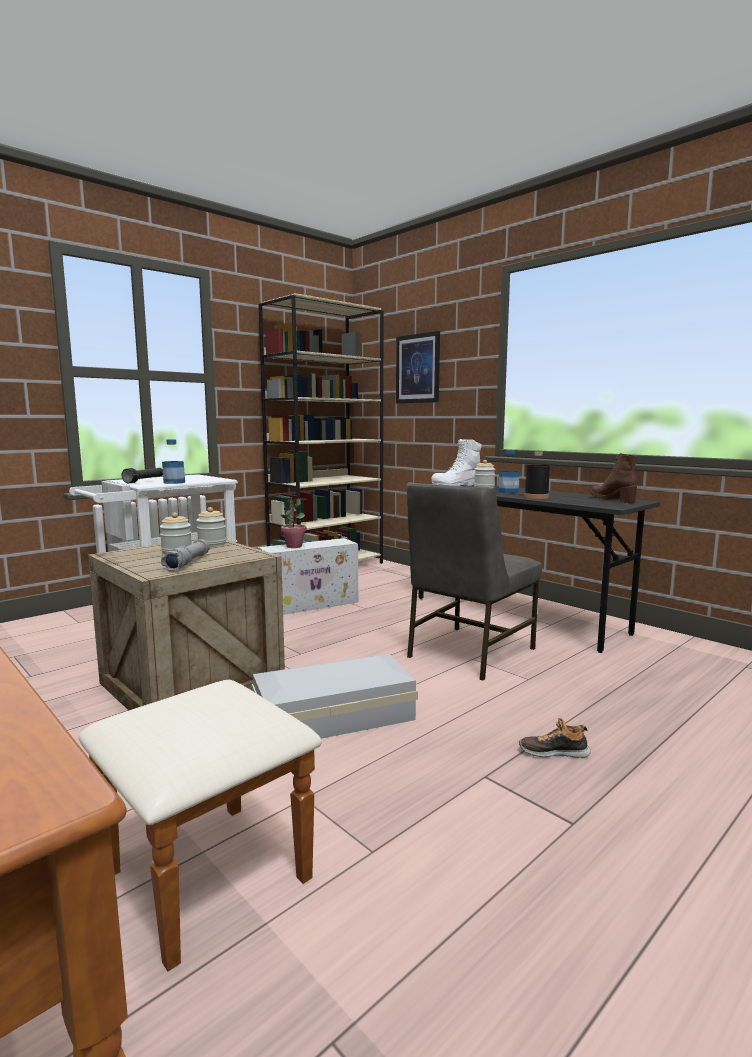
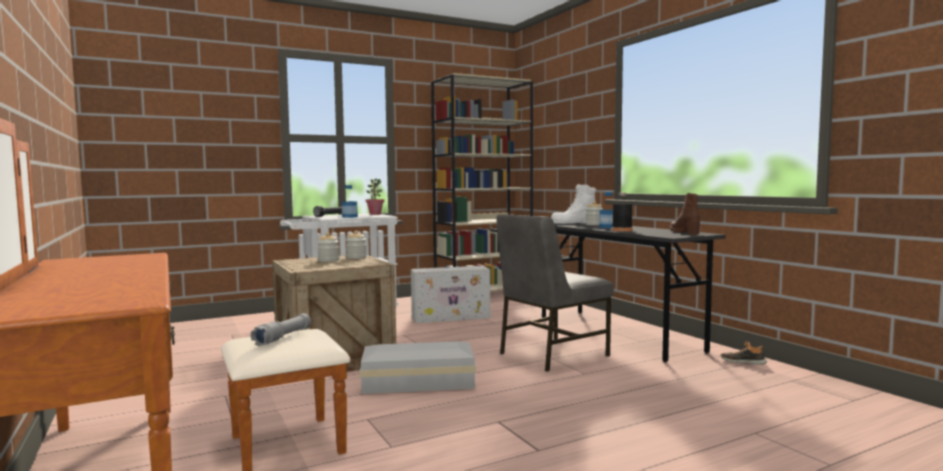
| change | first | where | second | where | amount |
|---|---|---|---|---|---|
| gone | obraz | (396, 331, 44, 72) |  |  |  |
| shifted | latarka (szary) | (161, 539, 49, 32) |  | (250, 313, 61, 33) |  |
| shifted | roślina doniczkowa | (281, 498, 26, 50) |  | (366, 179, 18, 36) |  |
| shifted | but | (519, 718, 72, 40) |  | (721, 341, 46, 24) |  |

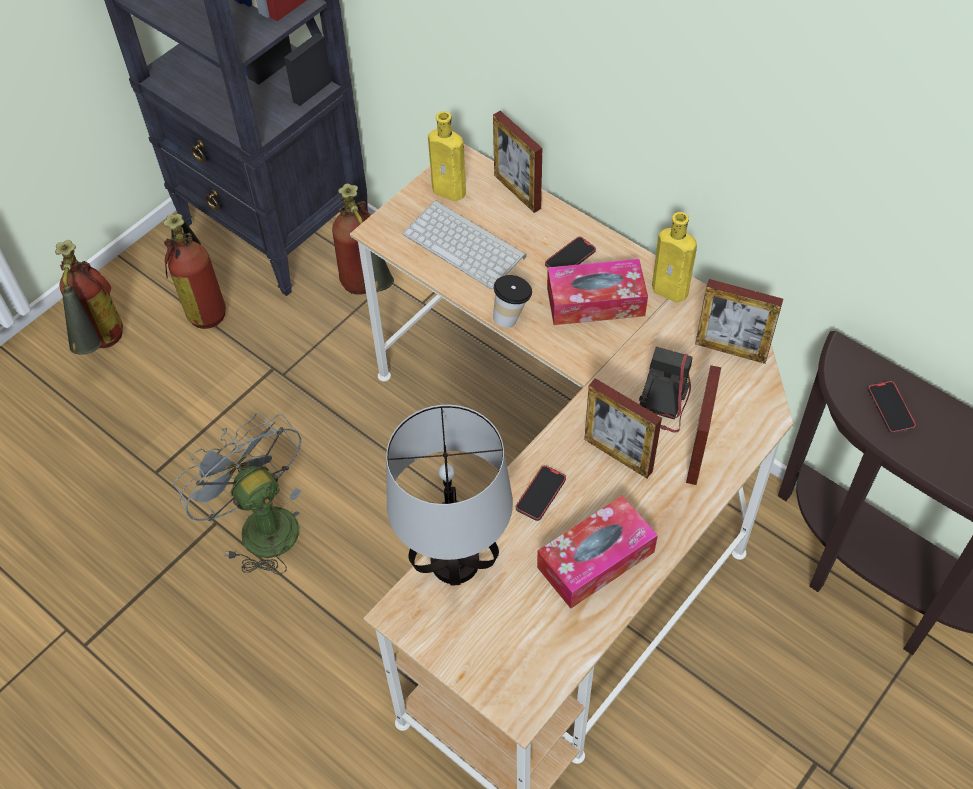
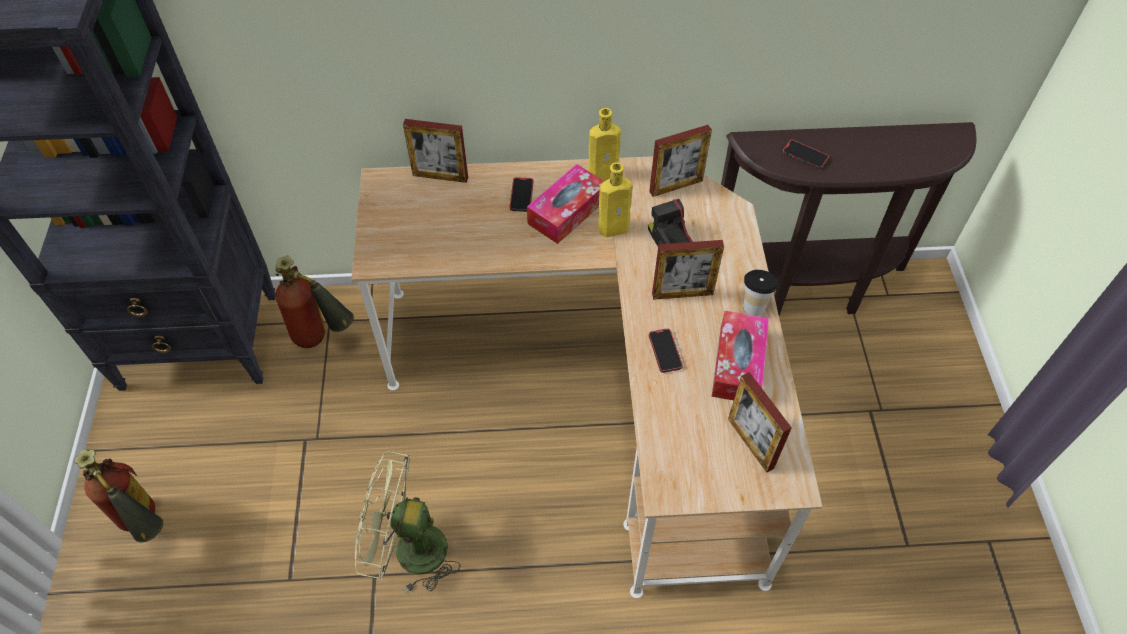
| change | first | where | second | where | amount |
|---|---|---|---|---|---|
| gone | gaśnica | (164, 213, 62, 116) |  |  |  |
| gone | lampa stołowa | (386, 405, 127, 181) |  |  |  |
| gone | klawiatura | (403, 200, 124, 89) |  |  |  |
| shifted | butelka (żółty) | (428, 111, 38, 90) |  | (598, 162, 35, 75) |  |
| shifted | filiżanka | (493, 275, 39, 53) |  | (743, 270, 36, 46) |  |
| shifted | ramka na zdjęcie | (686, 365, 35, 120) |  | (728, 372, 64, 101) |  |
| repainted | wentylator (szary) | (174, 413, 127, 162) | wentylator (zielony) | (355, 451, 105, 142) |  |

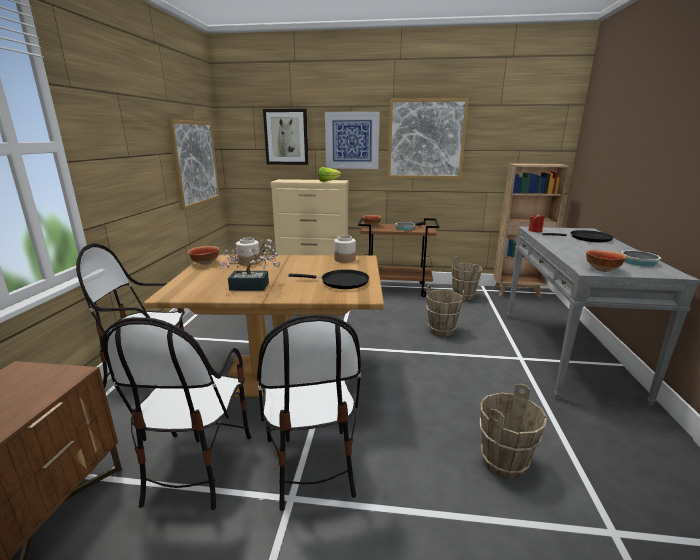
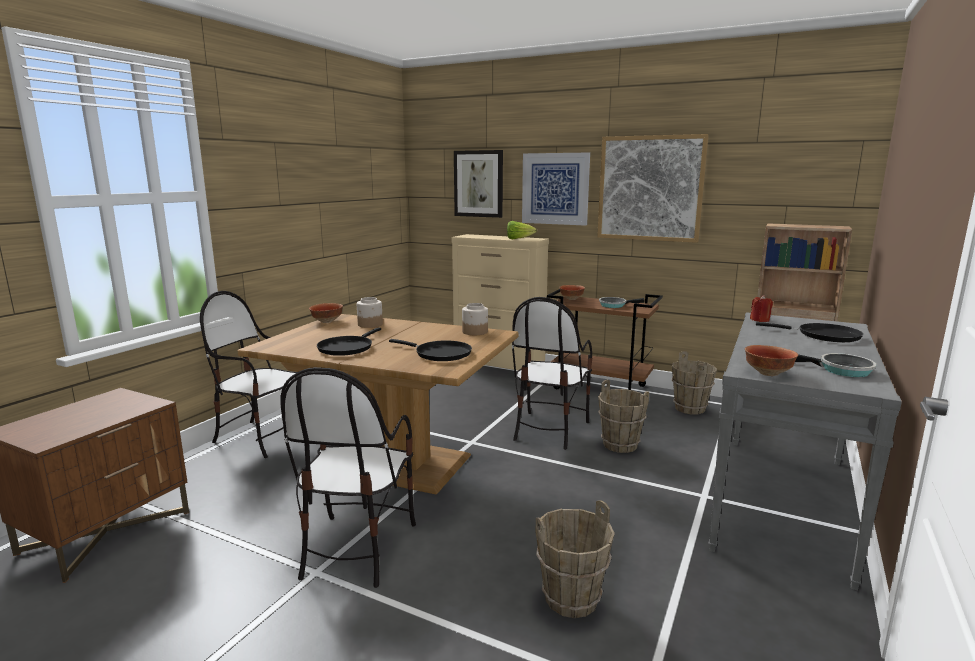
| change | first | where | second | where | amount |
|---|---|---|---|---|---|
| gone | obraz | (167, 119, 53, 91) |  |  |  |
| shifted | krzesło | (102, 317, 149, 193) |  | (512, 297, 80, 153) |  |
| swapped | roślina doniczkowa | (219, 239, 61, 52) | patelnia (czarny) | (317, 327, 64, 29) |  |

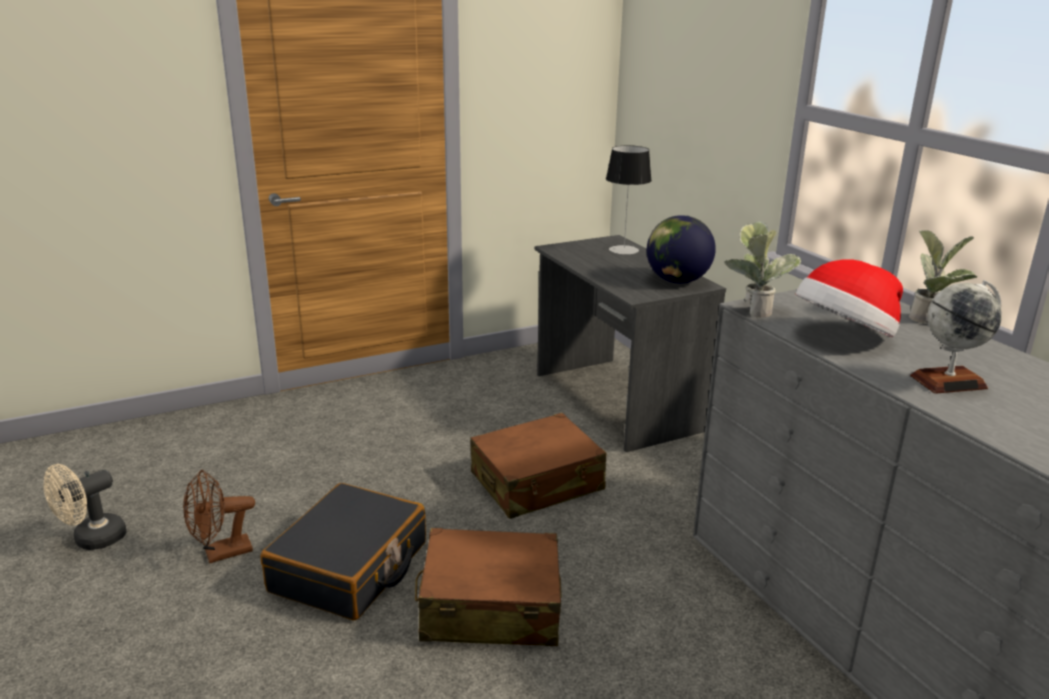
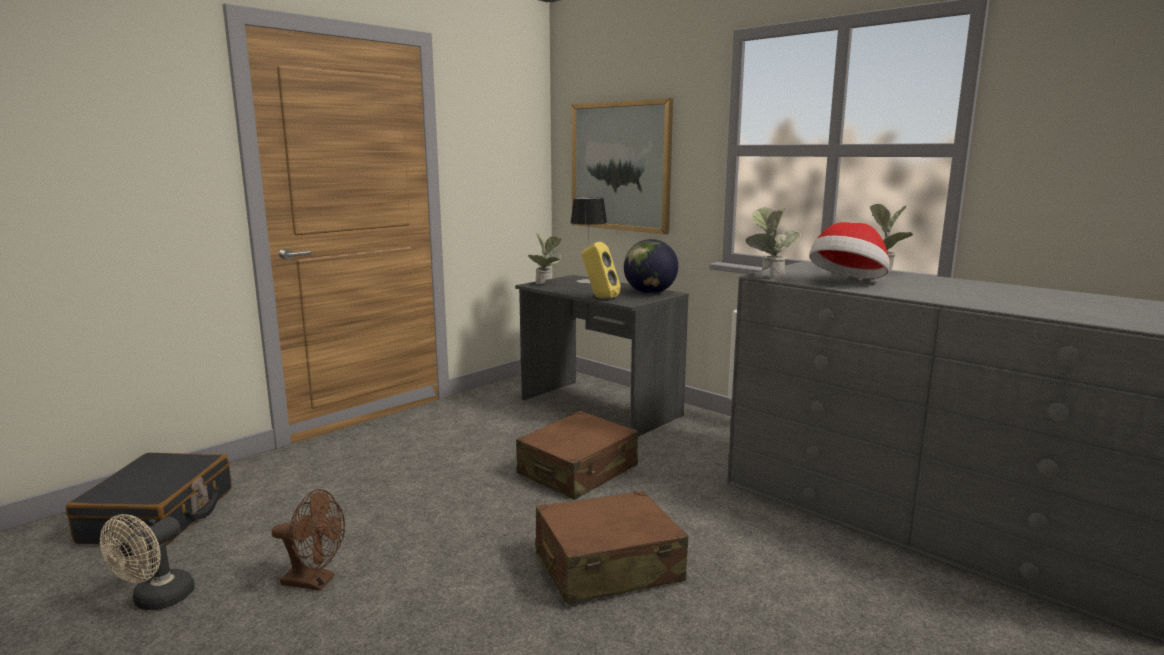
| change | first | where | second | where | amount |
|---|---|---|---|---|---|
| gone | globus | (910, 280, 92, 114) |  |  |  |
| new |  |  | roślina doniczkowa | (528, 233, 33, 51) |  |
| new |  |  | obraz | (572, 98, 101, 136) |  |
| new |  |  | głośnik (żółty) | (582, 242, 39, 57) |  |
| shifted | walizka (czarny) | (261, 483, 165, 138) |  | (66, 453, 166, 92) |  |
| rotated | wentylator (brązowy) | (183, 470, 72, 93) |  | (271, 489, 74, 102) | 120 degrees counterclockwise |

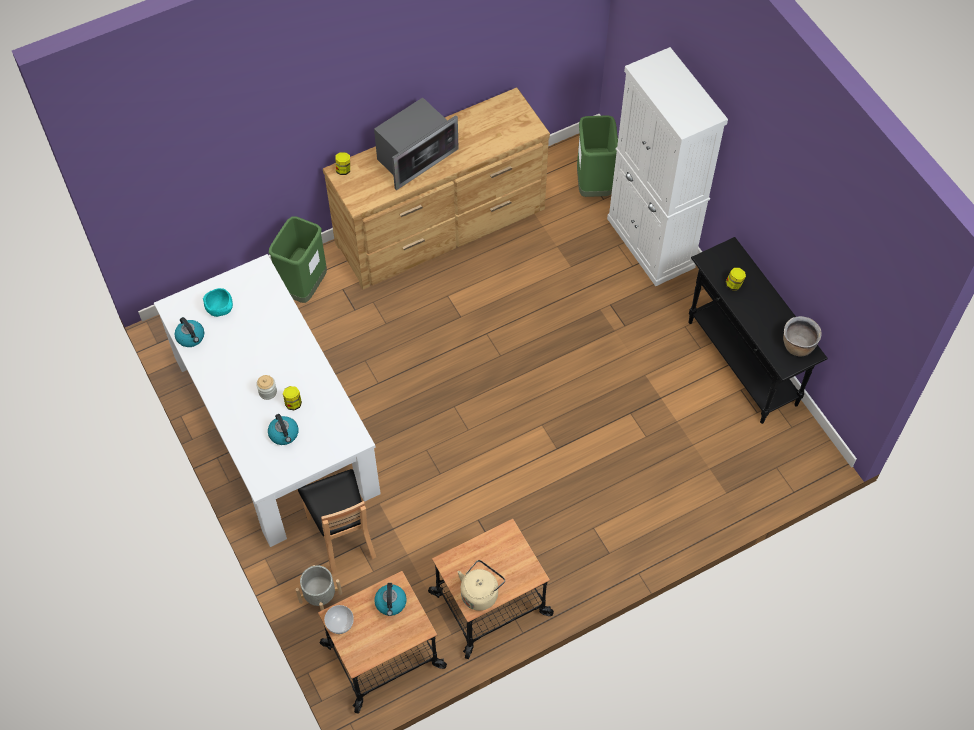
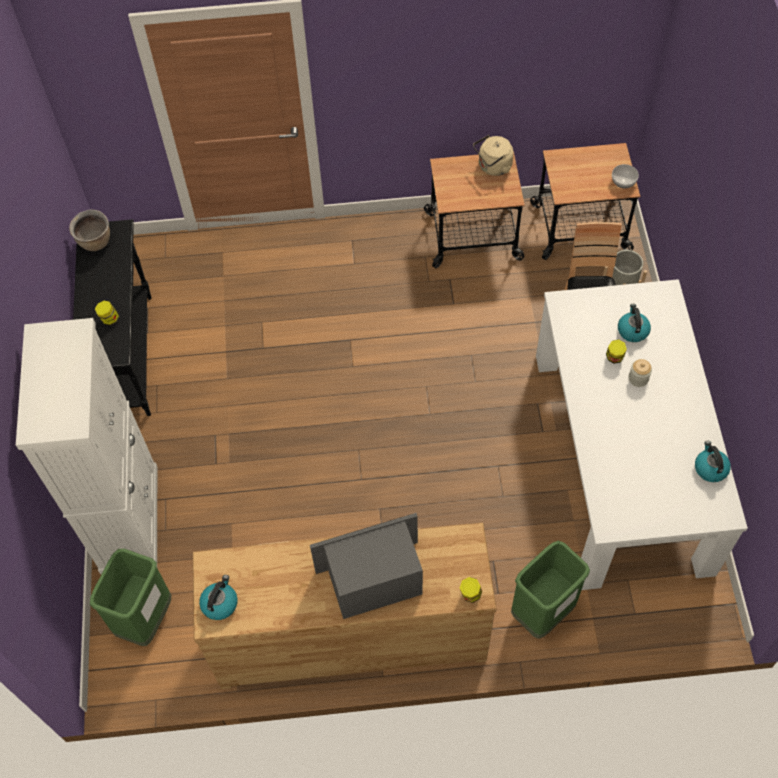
| change | first | where | second | where | amount |
|---|---|---|---|---|---|
| gone | miska (turkusowy) | (203, 288, 30, 29) |  |  |  |
| shifted | czajnik | (374, 583, 33, 33) |  | (199, 575, 39, 45) |  |

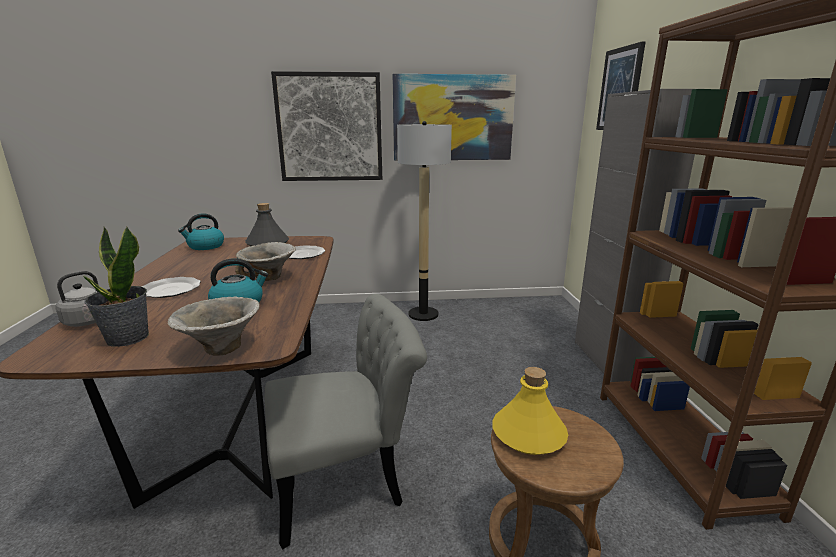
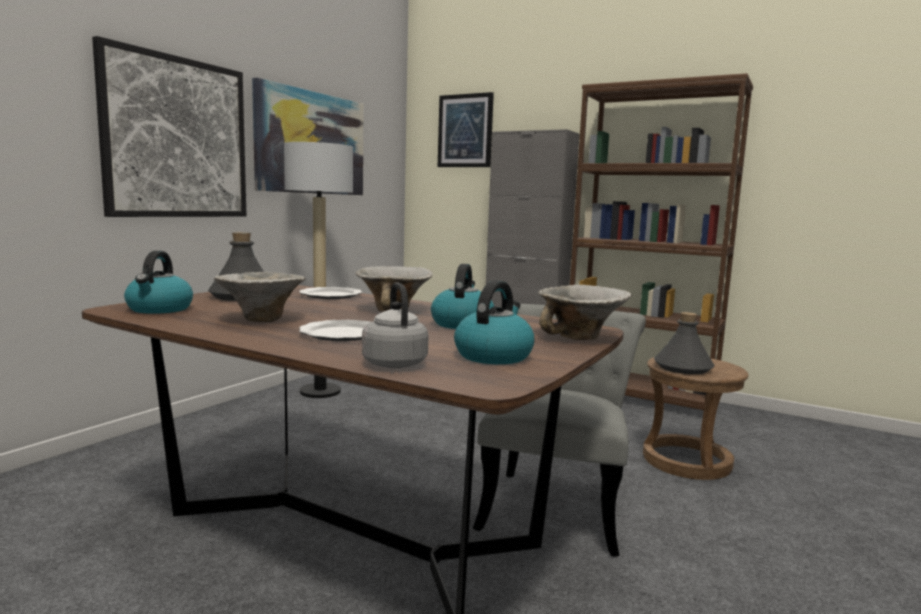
| change | first | where | second | where | amount |
|---|---|---|---|---|---|
| new |  |  | miska | (214, 272, 91, 50) |  |
| swapped | roślina doniczkowa | (83, 227, 66, 120) | czajnik | (454, 280, 80, 84) |  |
| repainted | butelka (żółty) | (492, 367, 76, 88) | butelka (szary) | (654, 312, 60, 62) |  |

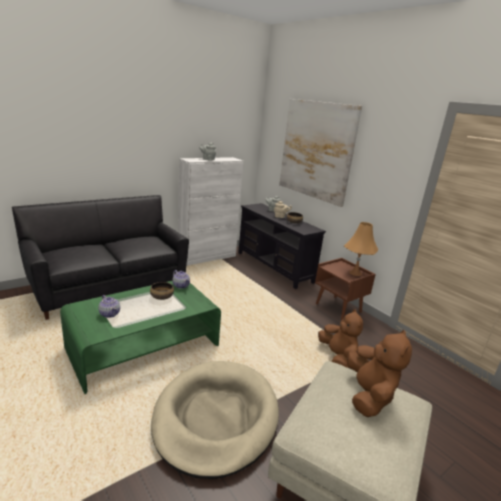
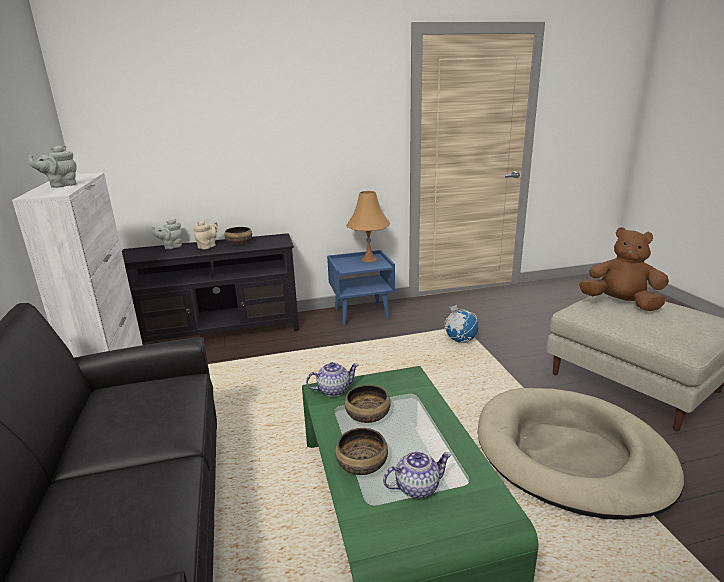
| change | first | where | second | where | amount |
|---|---|---|---|---|---|
| gone | obraz | (279, 99, 83, 108) |  |  |  |
| new |  |  | miska | (335, 428, 53, 47) |  |
| swapped | pluszak (brązowy) | (318, 309, 45, 59) | globus | (444, 305, 34, 38) |  |
| repainted | szafka nocna (brązowy) | (315, 258, 61, 62) | szafka nocna (niebieski) | (327, 250, 68, 75) |  |

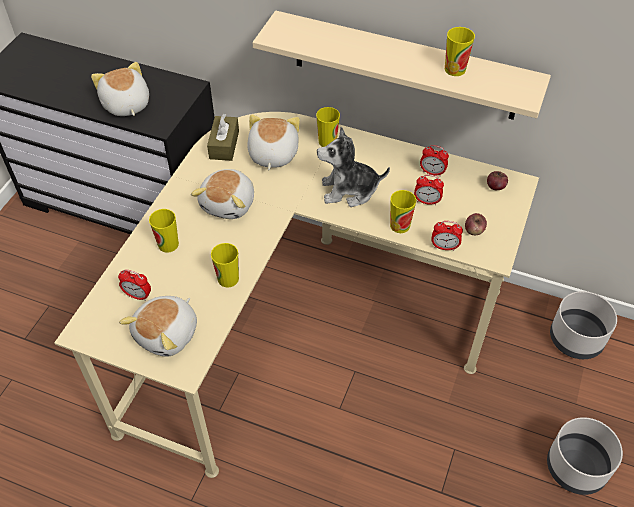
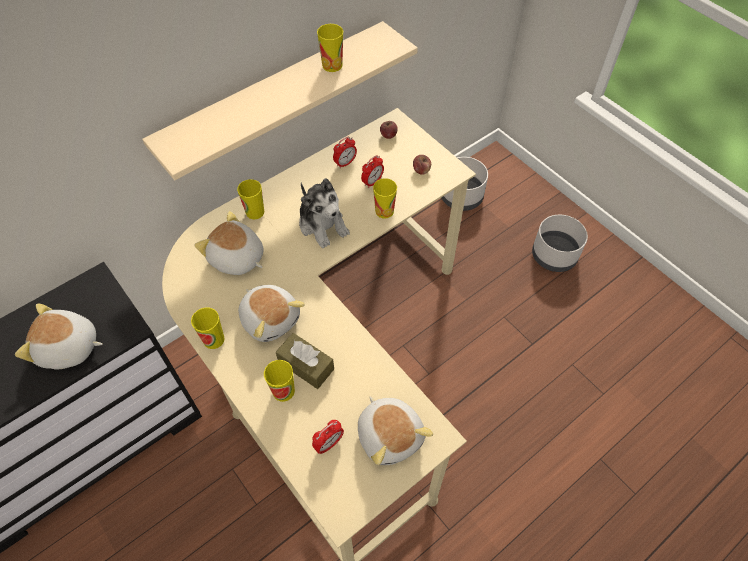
| change | first | where | second | where | amount |
|---|---|---|---|---|---|
| gone | budzik | (431, 221, 32, 30) |  |  |  |
| shifted | pudełko chusteczek (brązowy) | (207, 114, 32, 47) |  | (276, 333, 58, 56) |  |
| shifted | filiżanka | (211, 243, 28, 45) |  | (191, 308, 34, 41) |  |
| rotated | pluszak | (317, 127, 73, 80) |  | (299, 178, 51, 70) | 60 degrees counterclockwise |

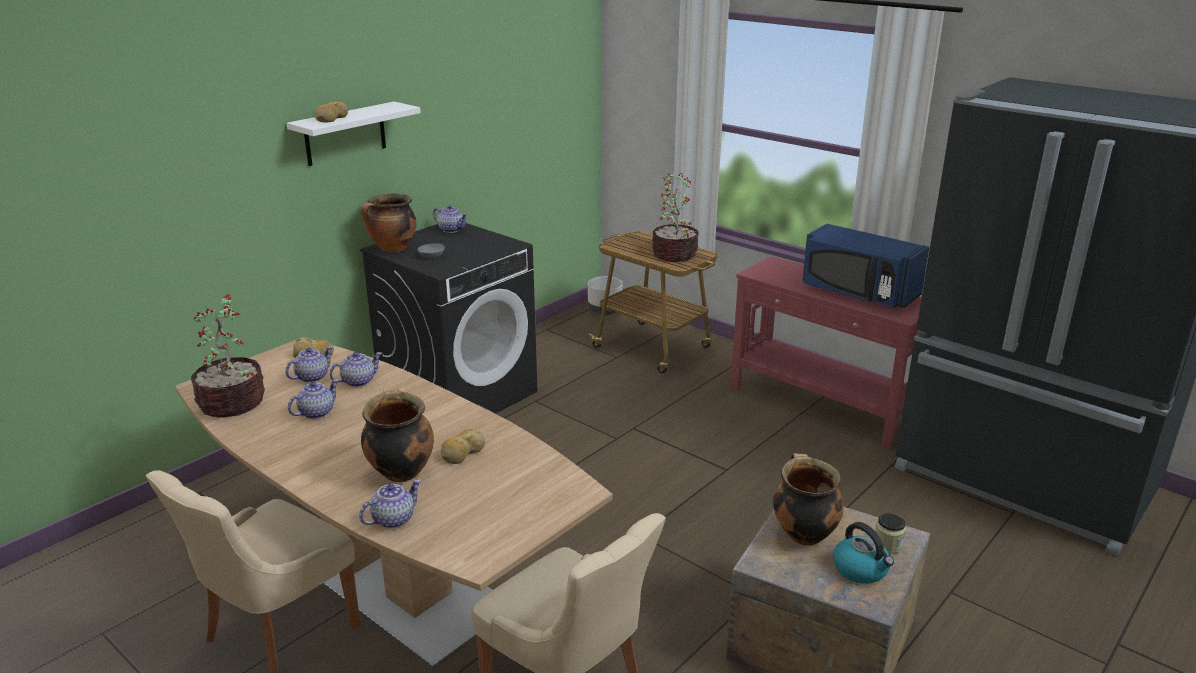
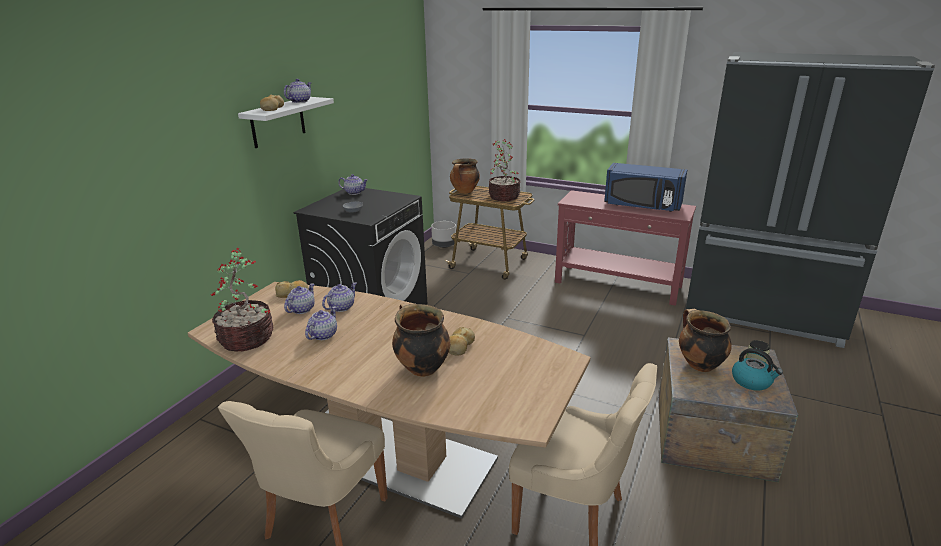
| change | first | where | second | where | amount |
|---|---|---|---|---|---|
| shifted | imbryk | (359, 480, 63, 48) |  | (284, 79, 27, 24) |  |
| shifted | garnek | (361, 193, 55, 60) |  | (450, 158, 30, 36) |  |

